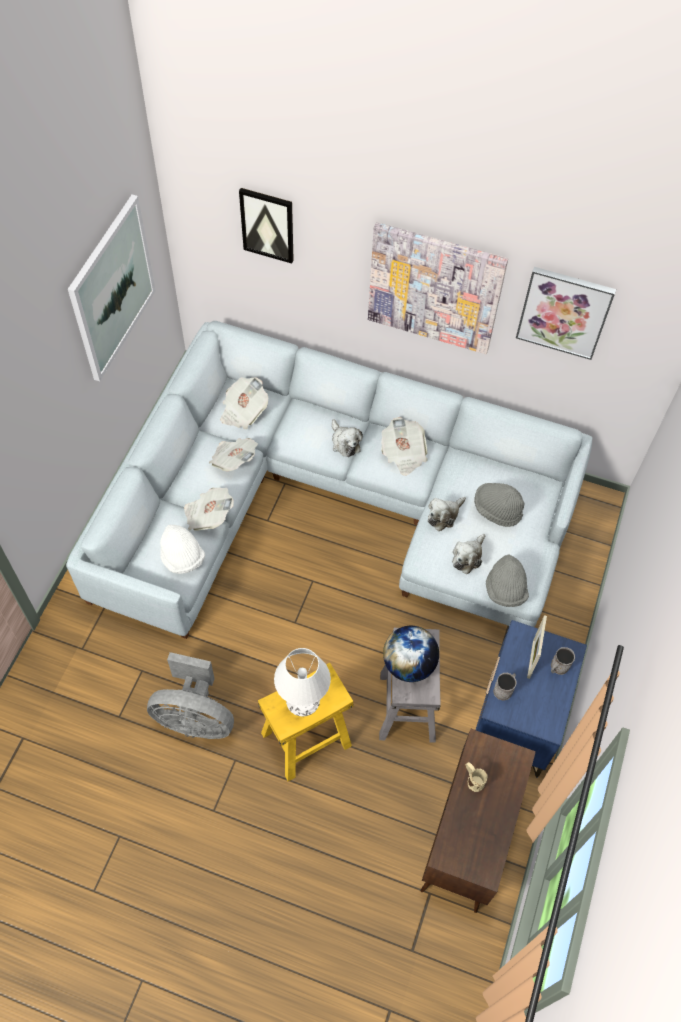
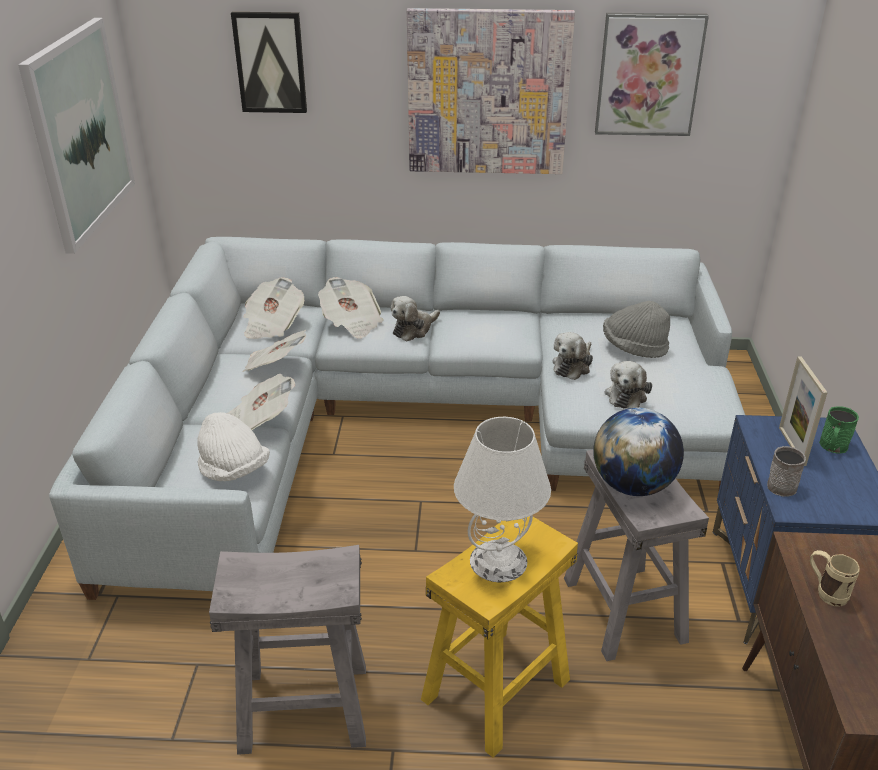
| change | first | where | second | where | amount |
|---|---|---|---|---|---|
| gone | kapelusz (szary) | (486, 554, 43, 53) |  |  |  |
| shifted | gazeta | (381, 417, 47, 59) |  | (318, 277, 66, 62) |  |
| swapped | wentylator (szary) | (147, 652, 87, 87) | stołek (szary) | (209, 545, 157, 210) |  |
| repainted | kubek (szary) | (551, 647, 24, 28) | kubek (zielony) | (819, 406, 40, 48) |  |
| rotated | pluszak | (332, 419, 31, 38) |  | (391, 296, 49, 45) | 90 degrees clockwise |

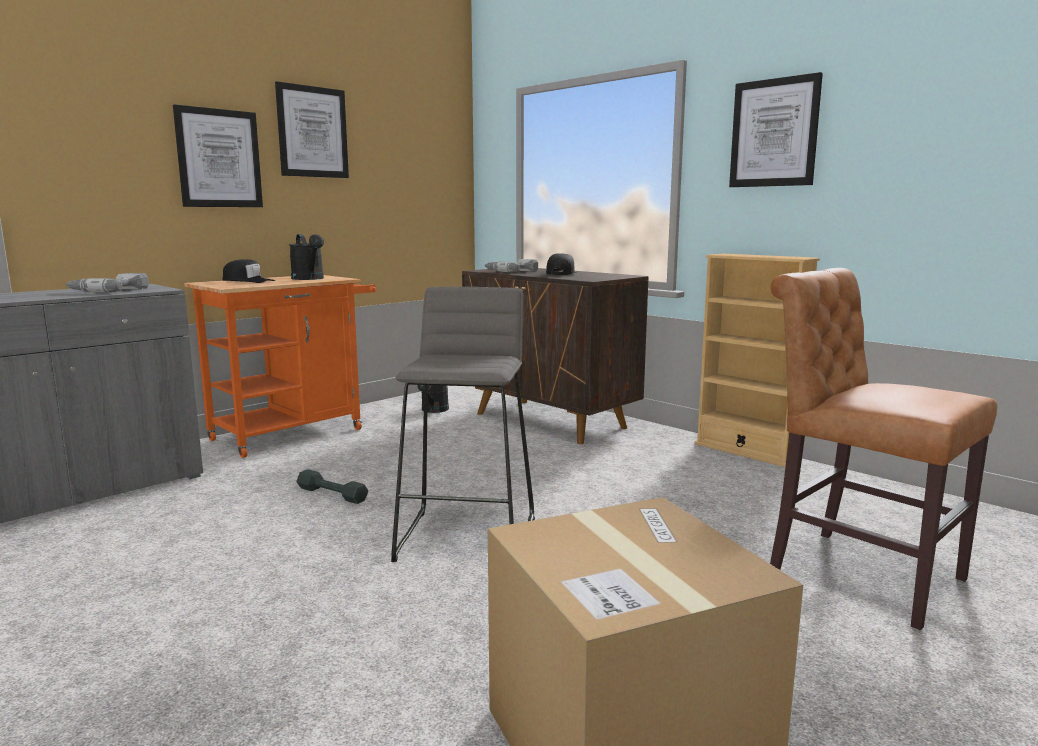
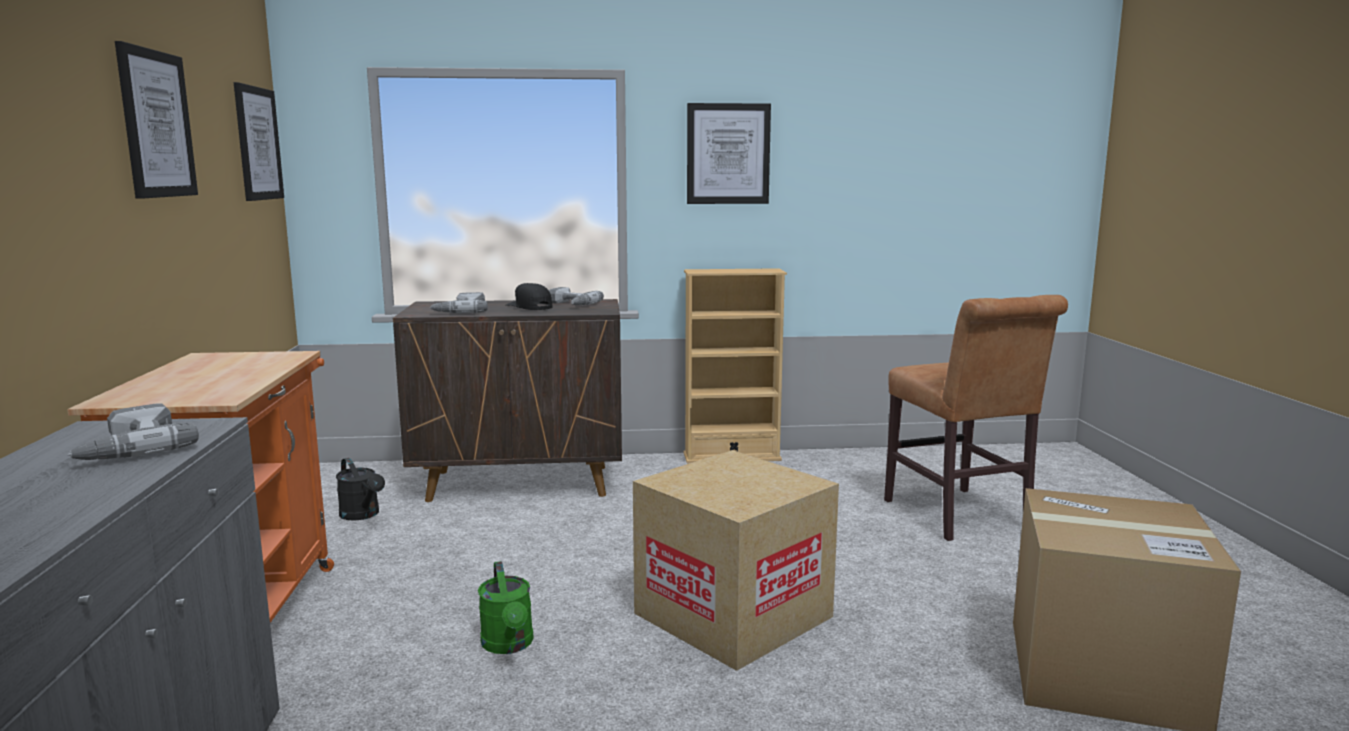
| change | first | where | second | where | amount |
|---|---|---|---|---|---|
| gone | czapka z daszkiem (czarny) | (223, 259, 52, 24) |  |  |  |
| gone | konewka (czarny) | (289, 234, 35, 46) |  |  |  |
| new |  |  | wiertarka | (549, 287, 55, 19) |  |
| shifted | obraz | (173, 104, 90, 103) |  | (234, 82, 50, 119) |  |
| swapped | hantel (szary) | (296, 469, 72, 35) | konewka (zielony) | (478, 561, 56, 93) |  |
| swapped | stołek (szary) | (391, 287, 144, 275) | karton | (633, 450, 206, 221) |  |
| rotated | krzesło (brązowy) | (770, 268, 227, 362) |  | (884, 295, 184, 246) | 105 degrees counterclockwise |

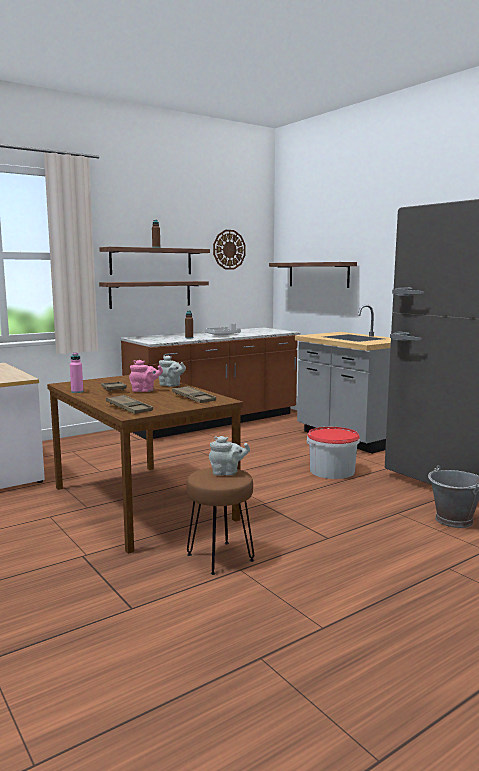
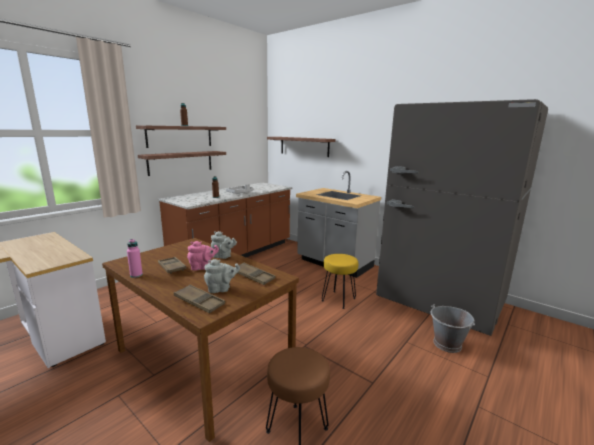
| change | first | where | second | where | amount |
|---|---|---|---|---|---|
| gone | zegar ścienny | (213, 230, 33, 40) |  |  |  |
| shifted | imbryk (szary) | (209, 436, 41, 39) |  | (204, 259, 36, 34) |  |
| swapped | wiadro | (307, 427, 53, 52) | stołek (żółty) | (322, 254, 36, 55) |  |

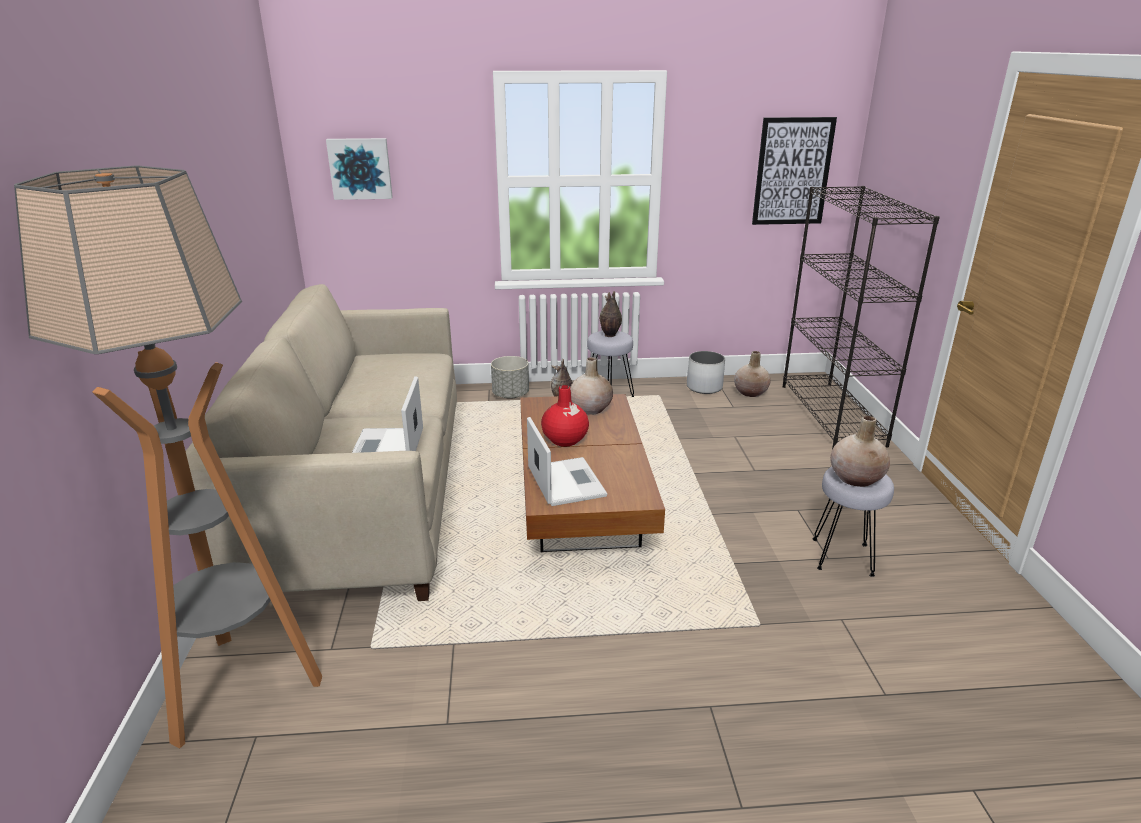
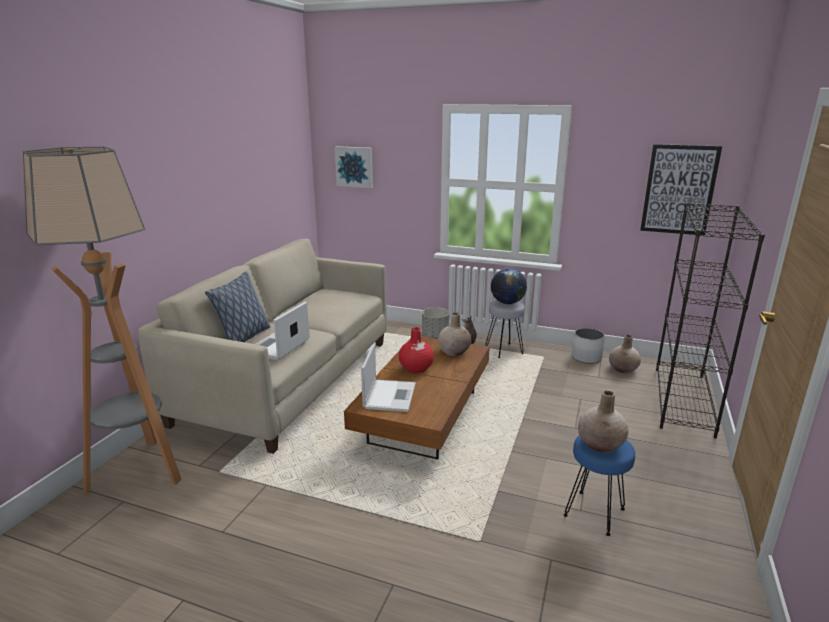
| change | first | where | second | where | amount |
|---|---|---|---|---|---|
| new |  |  | poduszka | (205, 272, 66, 70) |  |
| swapped | wazon | (599, 291, 23, 46) | globus | (491, 268, 36, 36) |  |
| repainted | stołek (szary) | (812, 466, 82, 111) | stołek (niebieski) | (563, 436, 72, 100) |  |

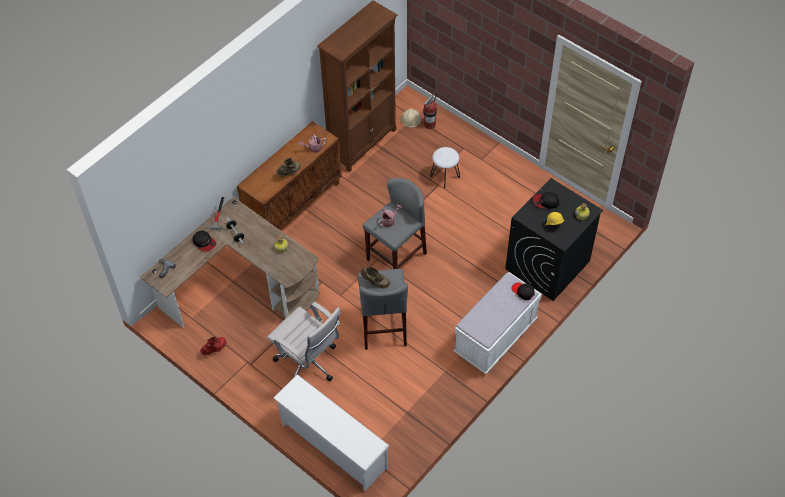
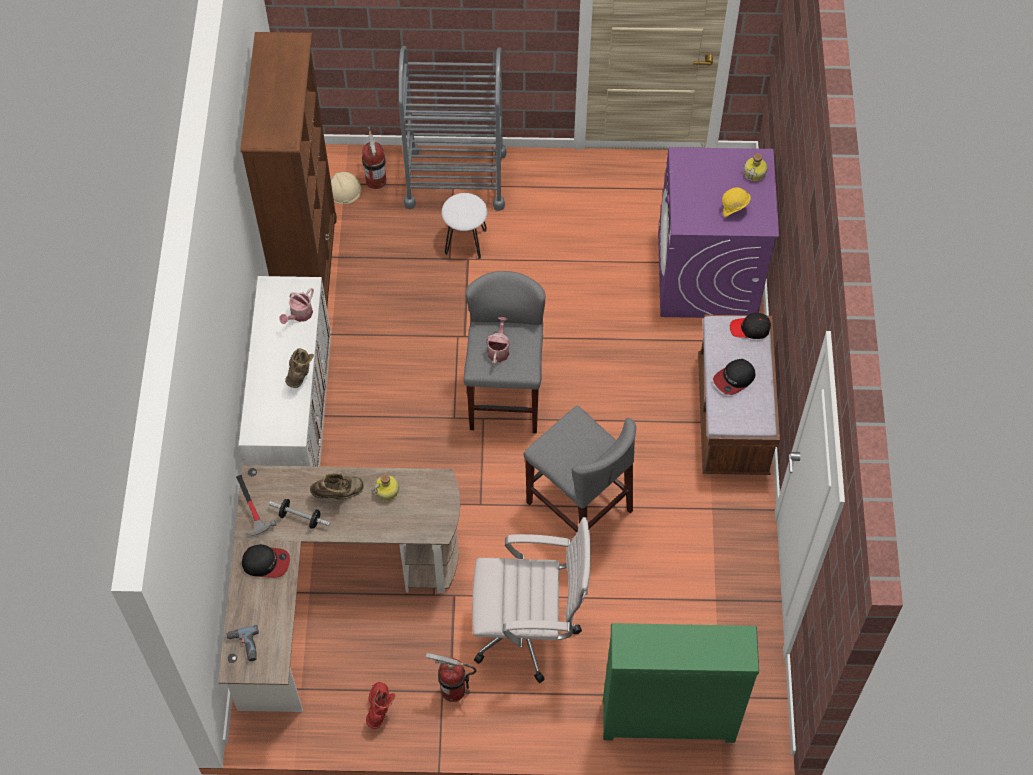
| change | first | where | second | where | amount |
|---|---|---|---|---|---|
| new |  |  | wózek (szary) | (399, 46, 107, 165) |  |
| new |  |  | gaśnica | (426, 653, 50, 49) |  |
| shifted | but z cholewką (brązowy) | (361, 266, 29, 22) |  | (310, 473, 54, 27) |  |
| shifted | czapka z daszkiem | (533, 192, 26, 17) |  | (713, 359, 42, 36) |  |
| swapped | regał na buty (biały) | (273, 374, 117, 118) | komoda (zielony) | (603, 623, 156, 120) |  |
| repainted | szafka (brązowy) | (237, 121, 105, 109) | szafka (biały) | (239, 276, 92, 198) |  |
| repainted | ławka (biały) | (454, 272, 88, 102) | ławka (brązowy) | (698, 315, 82, 160) |  |
| repainted | pralka (czarny) | (505, 178, 98, 123) | pralka (fioletowy) | (658, 147, 121, 171) |  |

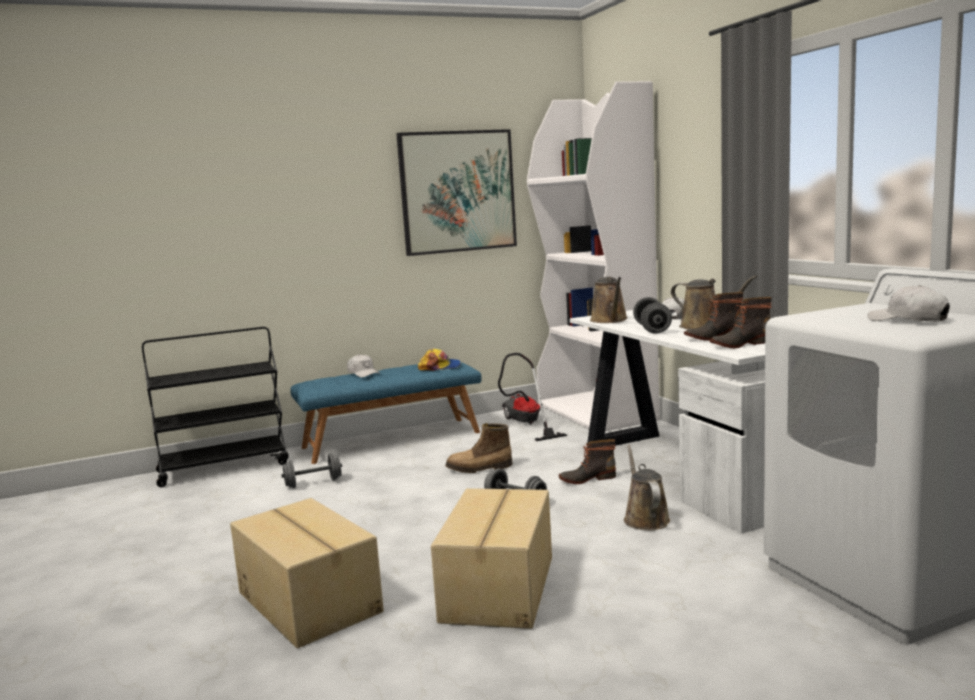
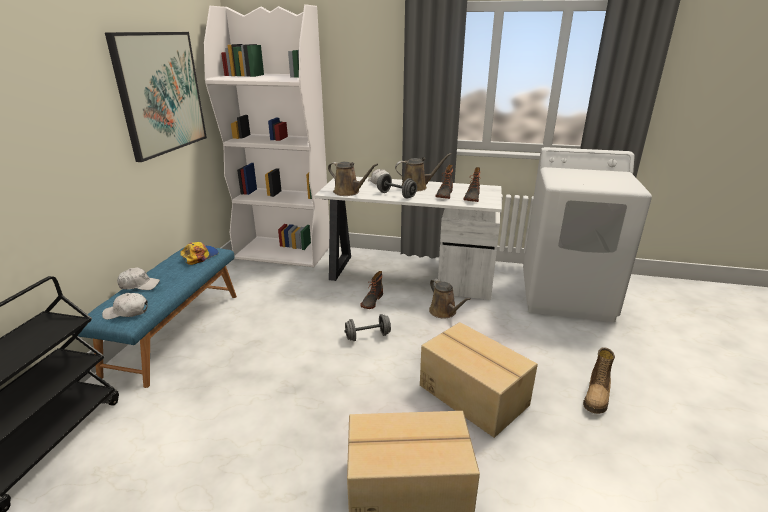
| change | first | where | second | where | amount |
|---|---|---|---|---|---|
| gone | hantel (szary) | (281, 453, 61, 35) |  |  |  |
| gone | odkurzacz | (498, 353, 69, 88) |  |  |  |
| shifted | but z cholewką | (445, 423, 68, 50) |  | (583, 347, 32, 67) |  |
| shifted | czapka z daszkiem (biały) | (867, 285, 83, 37) |  | (102, 293, 46, 27) |  |
| rotated | konewka (brązowy) | (624, 445, 46, 85) |  | (429, 279, 42, 40) | 150 degrees counterclockwise |

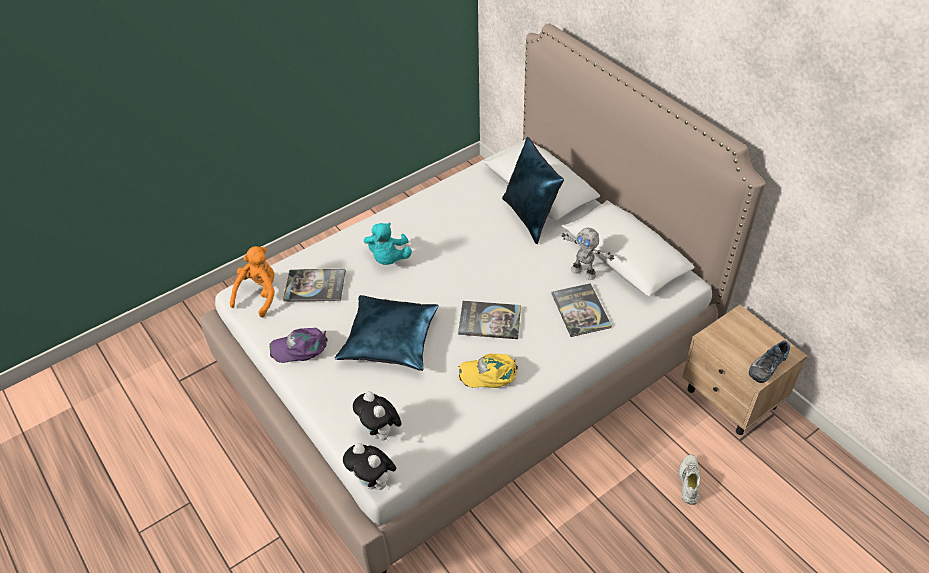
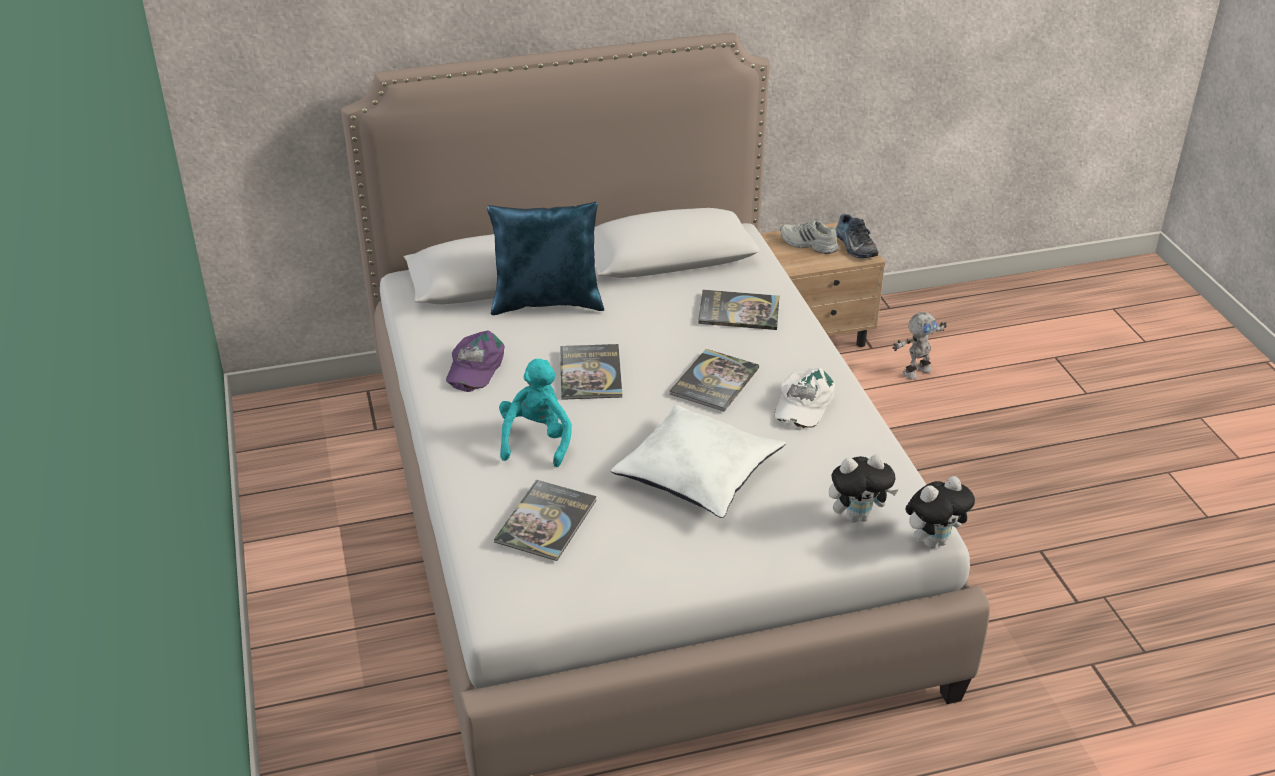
| change | first | where | second | where | amount |
|---|---|---|---|---|---|
| gone | pluszak (pomarańczowy) | (230, 246, 45, 71) |  |  |  |
| new |  |  | książka | (560, 344, 62, 56) |  |
| shifted | czapka z daszkiem (fioletowy) | (269, 328, 59, 35) |  | (446, 331, 59, 61) |  |
| shifted | robot zabawkowy | (562, 228, 52, 52) |  | (893, 312, 54, 67) |  |
| shifted | but (biały) | (678, 454, 22, 51) |  | (781, 219, 58, 35) |  |
| repainted | poduszka (niebieski) | (335, 295, 104, 76) | poduszka (biały) | (611, 405, 175, 113) |  |
| repainted | czapka z daszkiem (żółty) | (459, 354, 59, 34) | czapka z daszkiem (biały) | (774, 367, 61, 63) |  |
| rotated | pluszak (turkusowy) | (364, 223, 48, 42) |  | (499, 359, 73, 108) | 105 degrees counterclockwise |

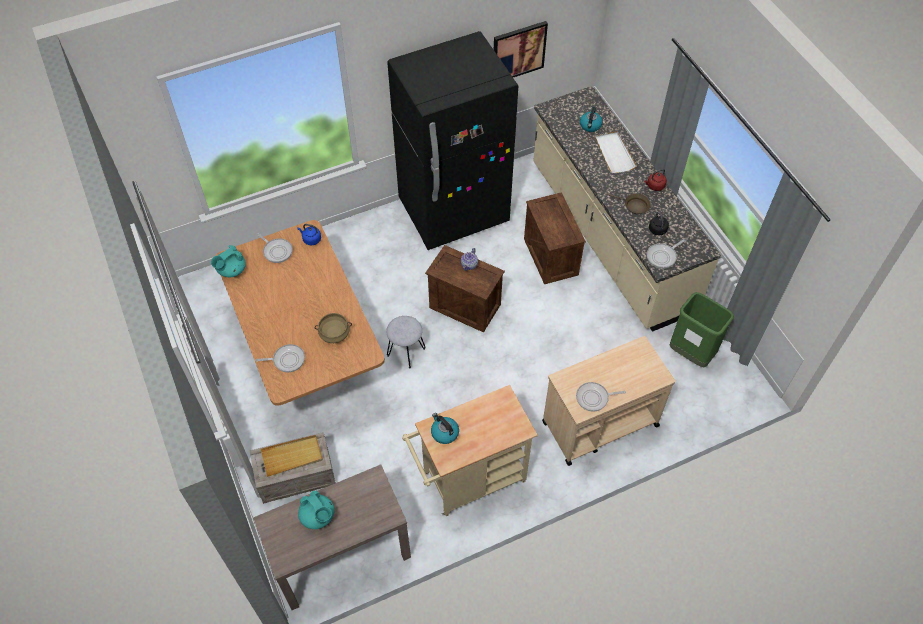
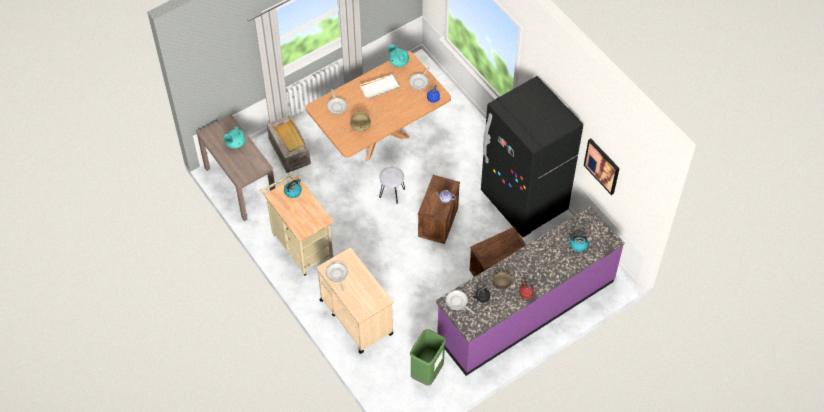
| change | first | where | second | where | amount |
|---|---|---|---|---|---|
| shifted | taca (biały) | (595, 131, 42, 42) |  | (360, 74, 40, 25) |  |
| repainted | zabudowa kuchenna (beżowy) | (533, 86, 188, 246) | zabudowa kuchenna (fioletowy) | (436, 206, 188, 170) |  |

